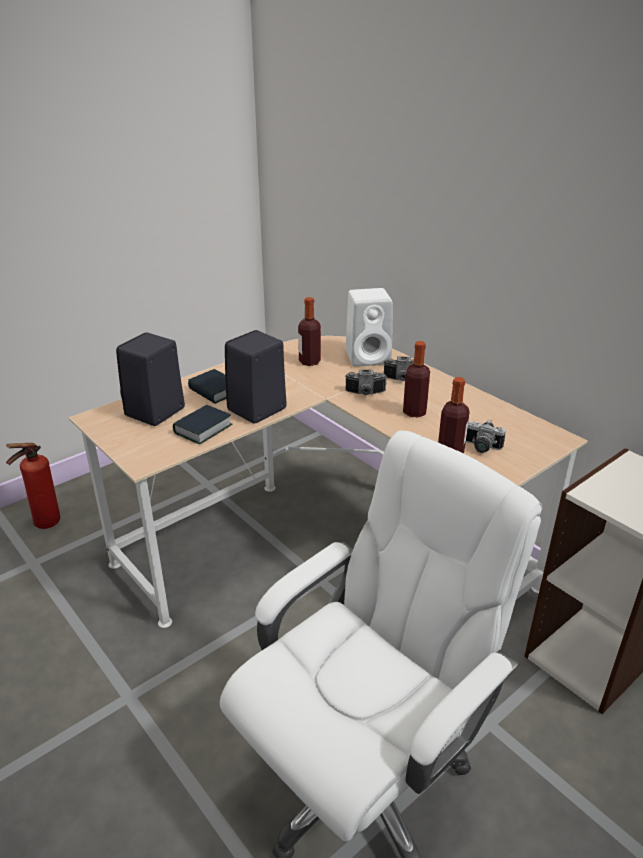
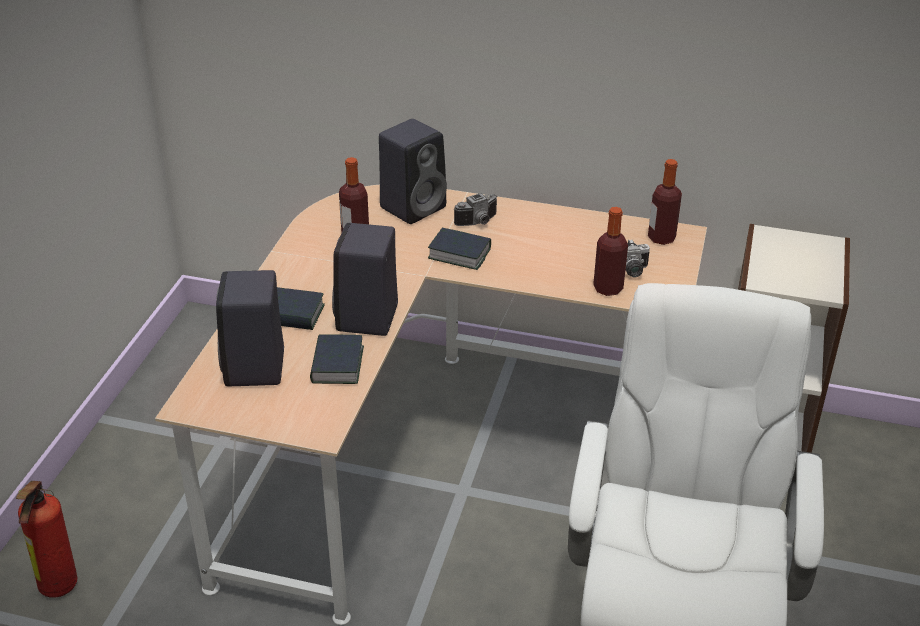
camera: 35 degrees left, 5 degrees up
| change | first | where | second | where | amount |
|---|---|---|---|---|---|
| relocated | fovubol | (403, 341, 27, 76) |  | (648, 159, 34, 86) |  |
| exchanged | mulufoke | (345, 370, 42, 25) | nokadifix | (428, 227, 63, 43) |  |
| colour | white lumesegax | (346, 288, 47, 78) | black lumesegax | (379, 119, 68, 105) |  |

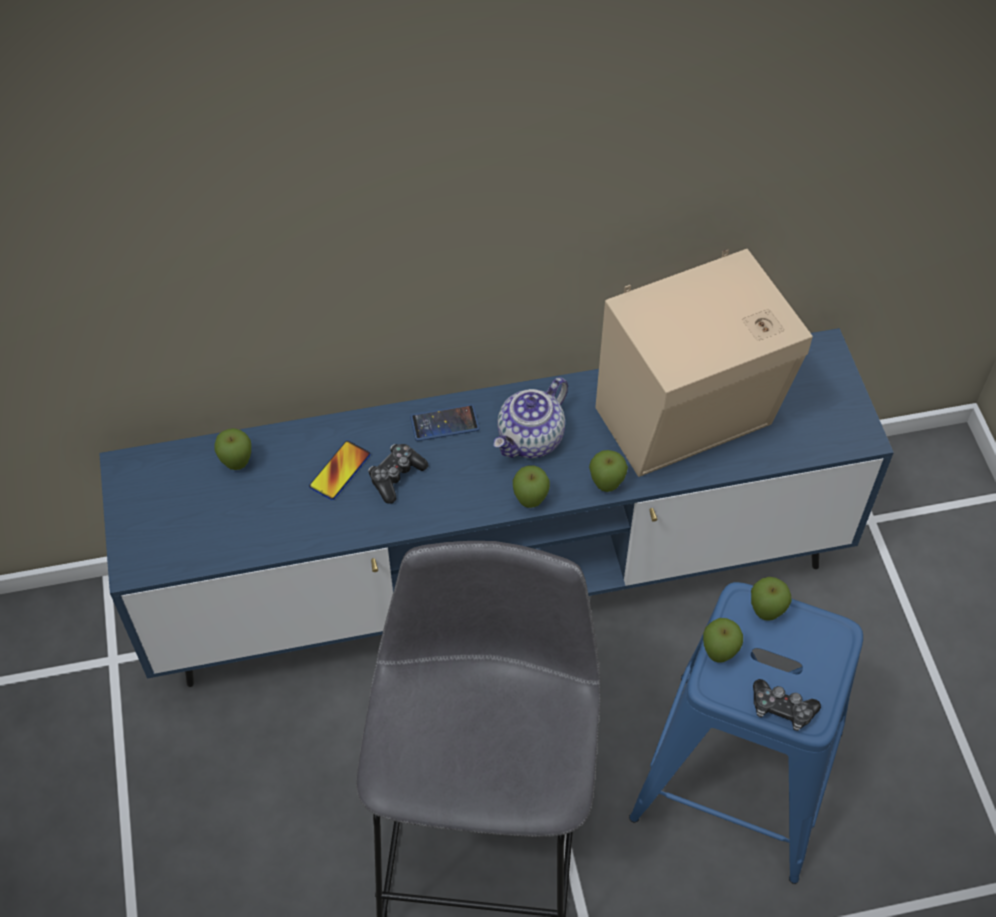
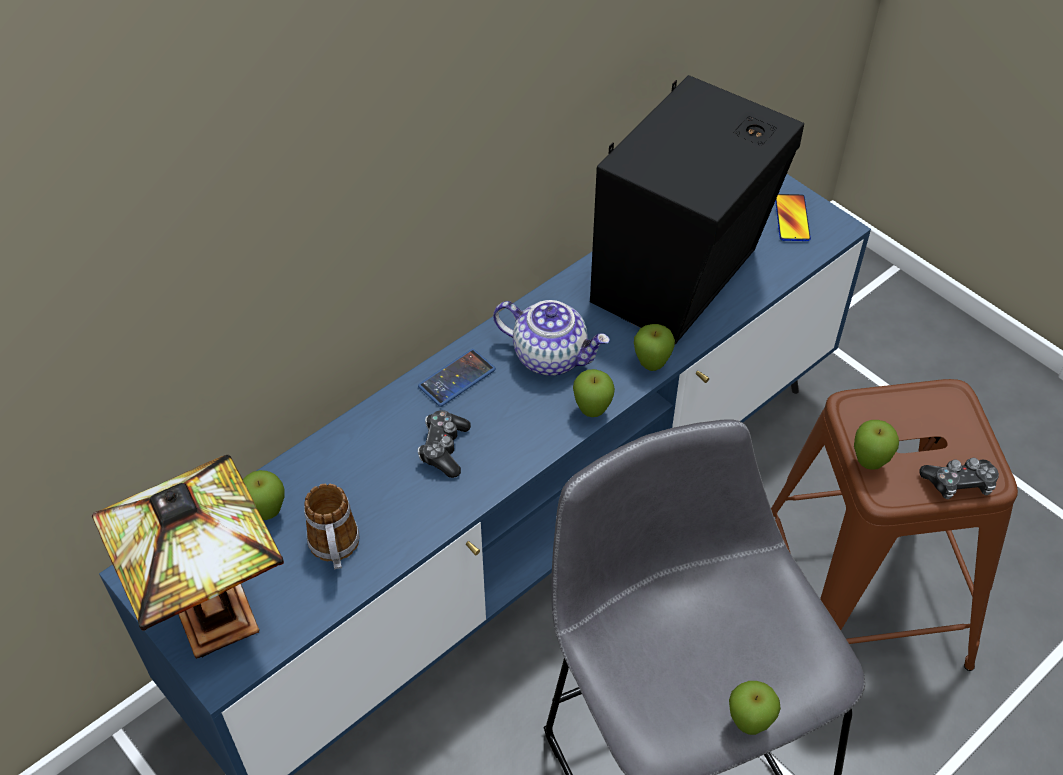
camera: 30 degrees left, 5 degrees down
| change | first | where | second | where | amount |
|---|---|---|---|---|---|
| appeared |  |  | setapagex | (92, 455, 192, 204) |  |
| appeared |  |  | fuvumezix | (304, 484, 55, 85) |  |
| relocated | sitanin | (309, 441, 61, 59) |  | (775, 194, 36, 47) |  |
| relocated | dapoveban | (751, 577, 41, 44) |  | (729, 681, 52, 54) |  |
| colour | beige lumesegax | (595, 249, 218, 228) | black lumesegax | (590, 75, 214, 269) |  |
| colour | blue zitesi | (629, 582, 234, 302) | brown zitesi | (771, 379, 247, 292) |  |
| spun | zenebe | (493, 377, 75, 81) |  | (493, 300, 117, 76) | 75 degrees counterclockwise |

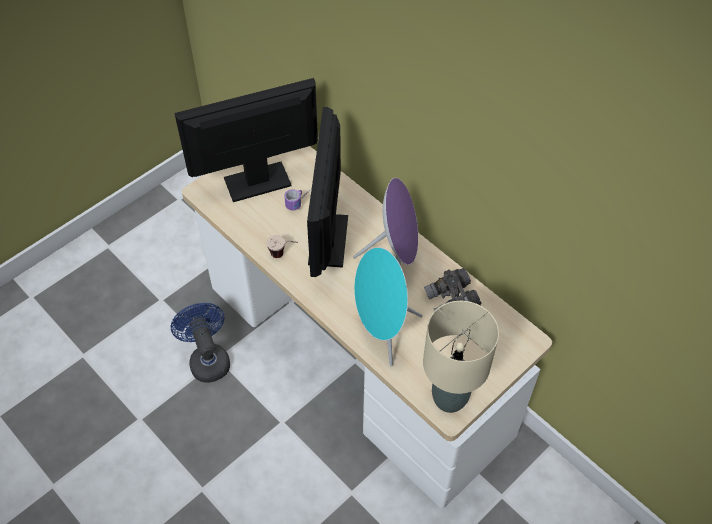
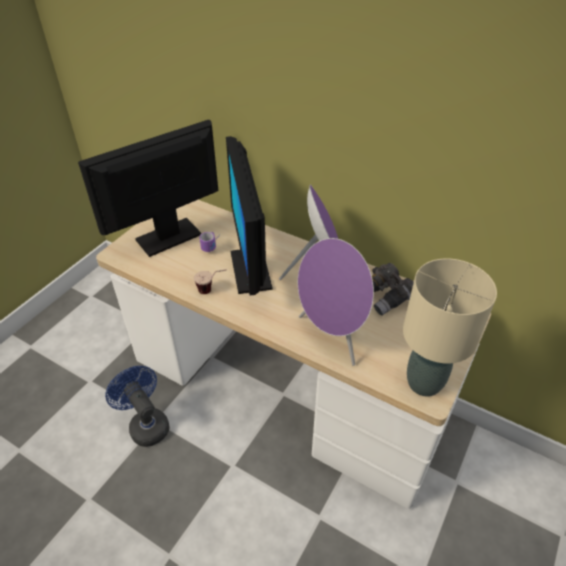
camera: 15 degrees left, 10 degrees down
| change | first | where | second | where | amount |
|---|---|---|---|---|---|
| colour | turquoise lumesegax | (354, 247, 69, 119) | purple lumesegax | (298, 238, 76, 128) |  |

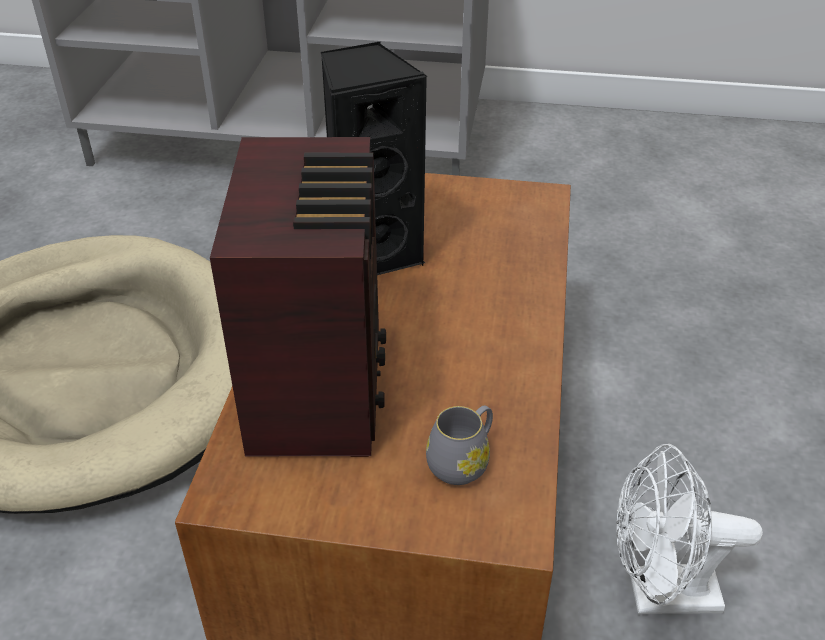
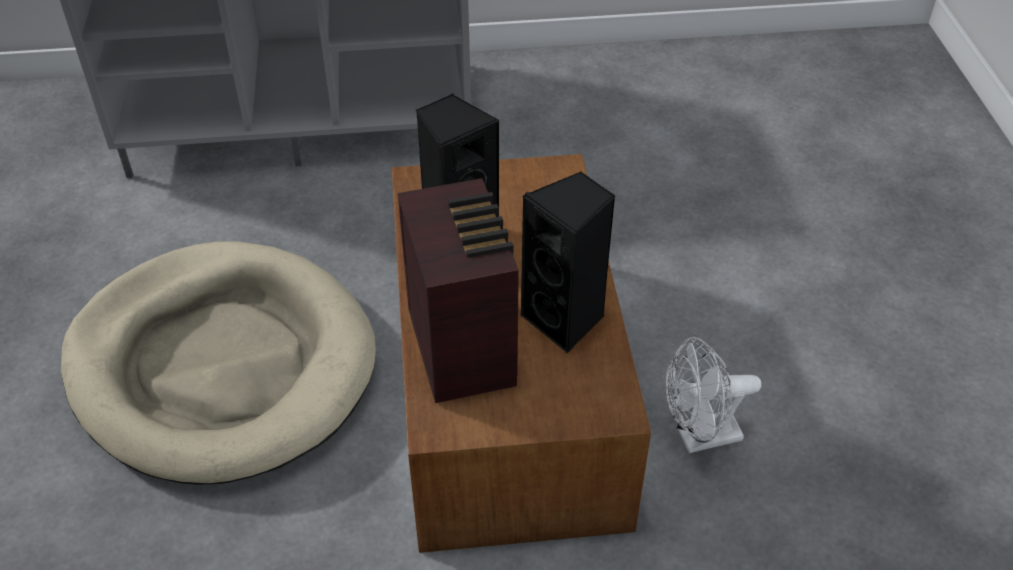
camera: 15 degrees left, 5 degrees up
| change | first | where | second | where | amount |
|---|---|---|---|---|---|
| missing | grey fuvumezix | (426, 406, 67, 79) |  |  |  |
| appeared |  |  | black lumesegax | (521, 171, 95, 182) |  |

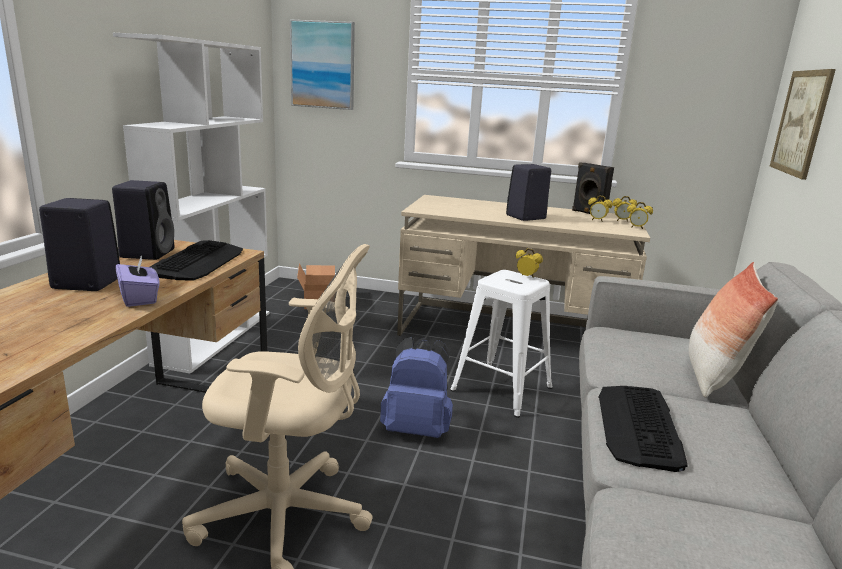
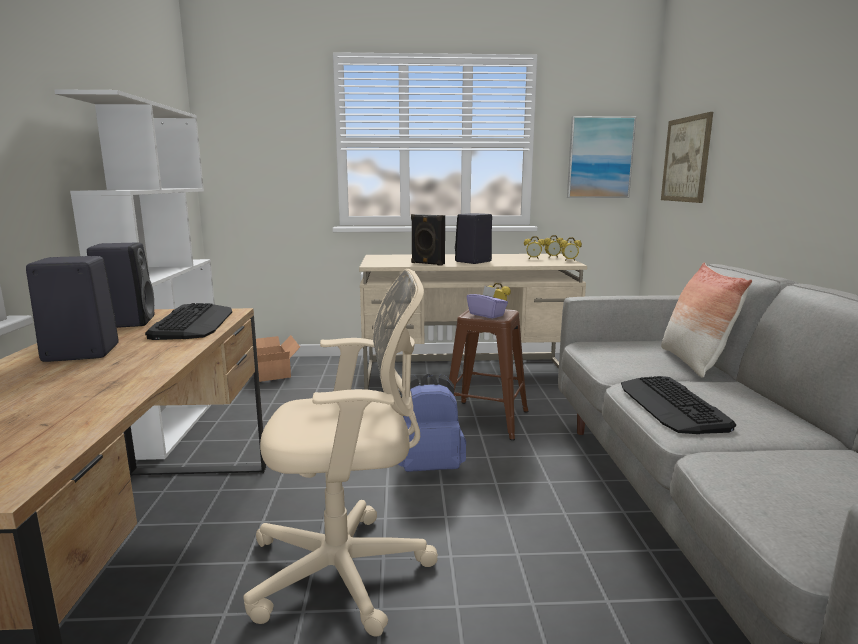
camera: 15 degrees left, 5 degrees down
| change | first | where | second | where | amount |
|---|---|---|---|---|---|
| relocated | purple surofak | (115, 256, 44, 51) |  | (467, 286, 41, 33) |  |
| relocated | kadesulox | (290, 19, 65, 91) |  | (567, 116, 69, 82) |  |
| relocated | black lumesegax | (572, 162, 42, 54) |  | (411, 214, 34, 52) |  |
| colour | white zitesi | (450, 270, 103, 148) | brown zitesi | (449, 309, 80, 132) |  |

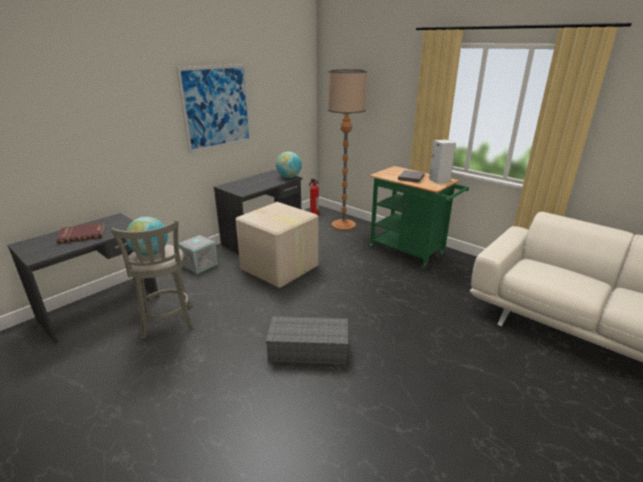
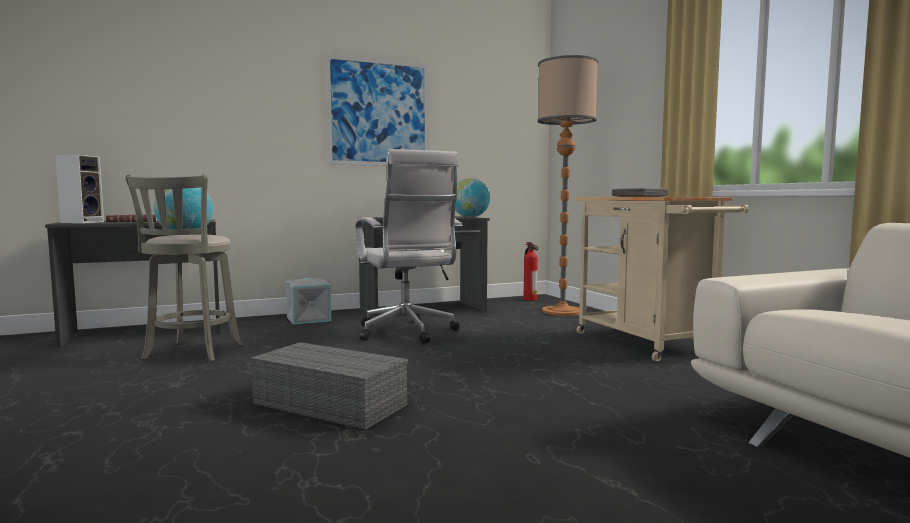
camera: 25 degrees right, 20 degrees down
| change | first | where | second | where | amount |
|---|---|---|---|---|---|
| relocated | lumesegax | (429, 139, 27, 45) |  | (55, 154, 49, 69) |  |
| exchanged | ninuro | (235, 202, 83, 86) | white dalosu | (355, 149, 107, 195) |  |
| colour | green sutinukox | (369, 166, 100, 103) | beige sutinukox | (575, 197, 174, 165) |  |

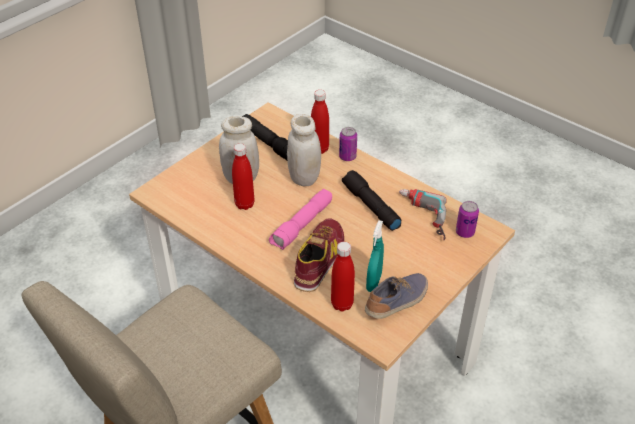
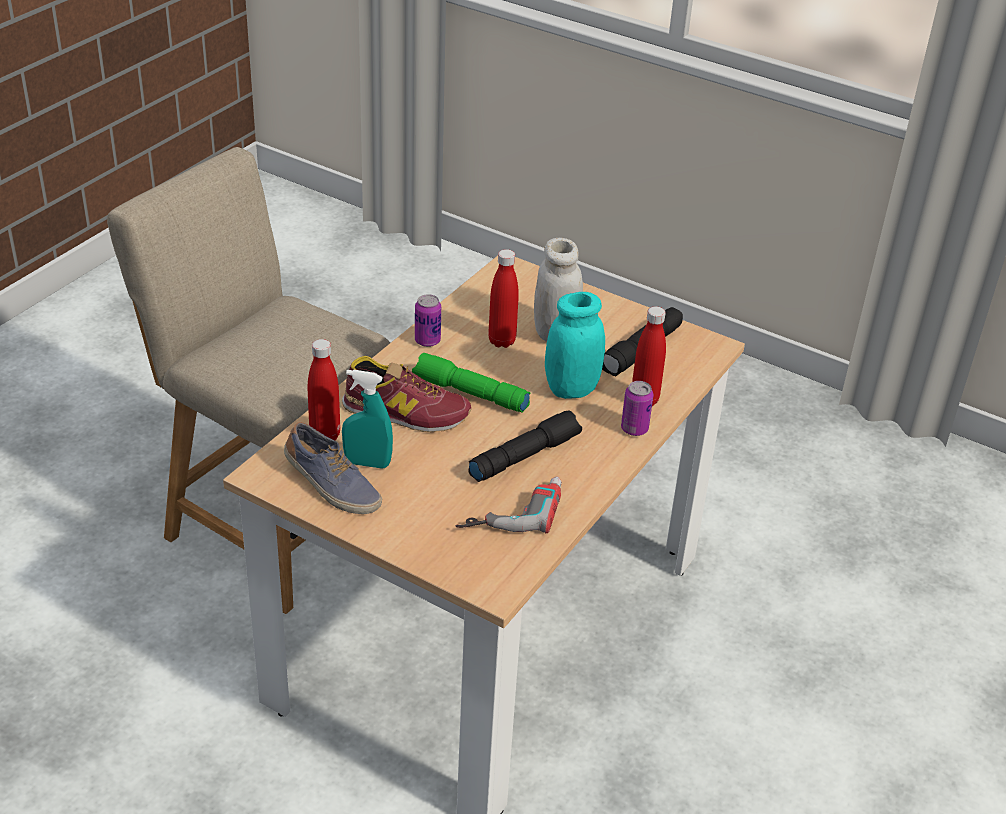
camera: 80 degrees right, 5 degrees down
| change | first | where | second | where | amount |
|---|---|---|---|---|---|
| relocated | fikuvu | (456, 201, 23, 37) |  | (415, 294, 26, 53) |  |
| colour | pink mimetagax | (269, 189, 63, 61) | green mimetagax | (412, 353, 118, 60) |  |
| colour | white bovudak | (287, 114, 34, 72) | turquoise bovudak | (545, 292, 60, 107) |  |

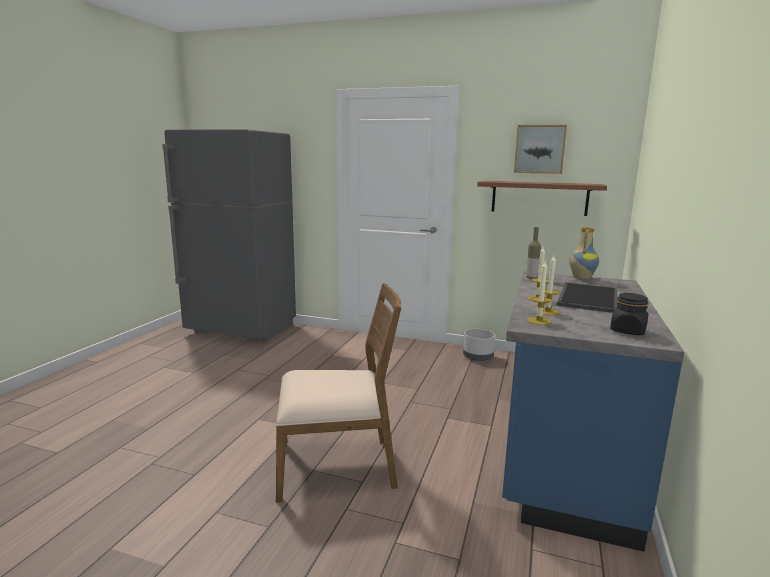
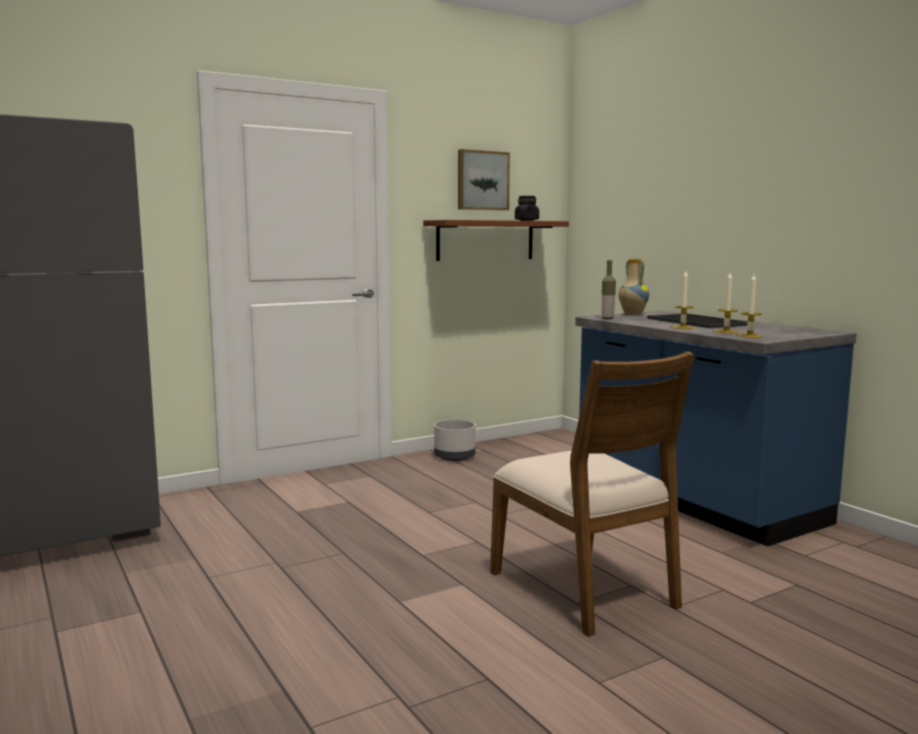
camera: 50 degrees left, 5 degrees down
| change | first | where | second | where | amount |
|---|---|---|---|---|---|
| relocated | black bovudak | (610, 293, 38, 42) |  | (515, 196, 24, 25) |  |
| spun | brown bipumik | (276, 283, 125, 220) |  | (490, 351, 204, 286) | 120 degrees clockwise |

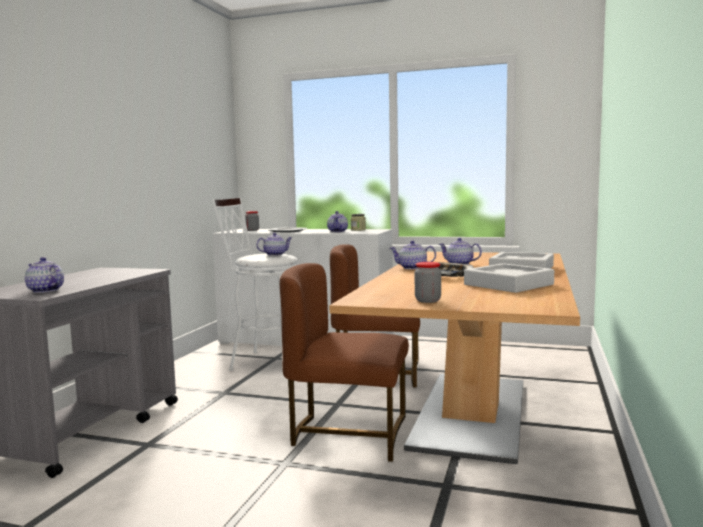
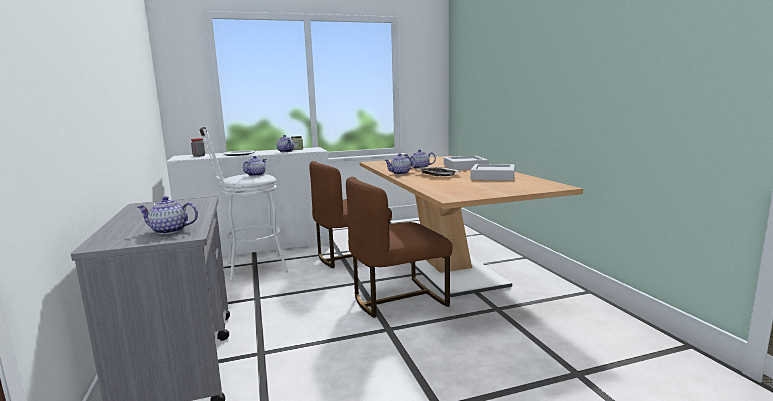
camera: 35 degrees left, 5 degrees up
| change | first | where | second | where | amount |
|---|---|---|---|---|---|
| missing | bovudak | (415, 262, 26, 41) |  |  |  |

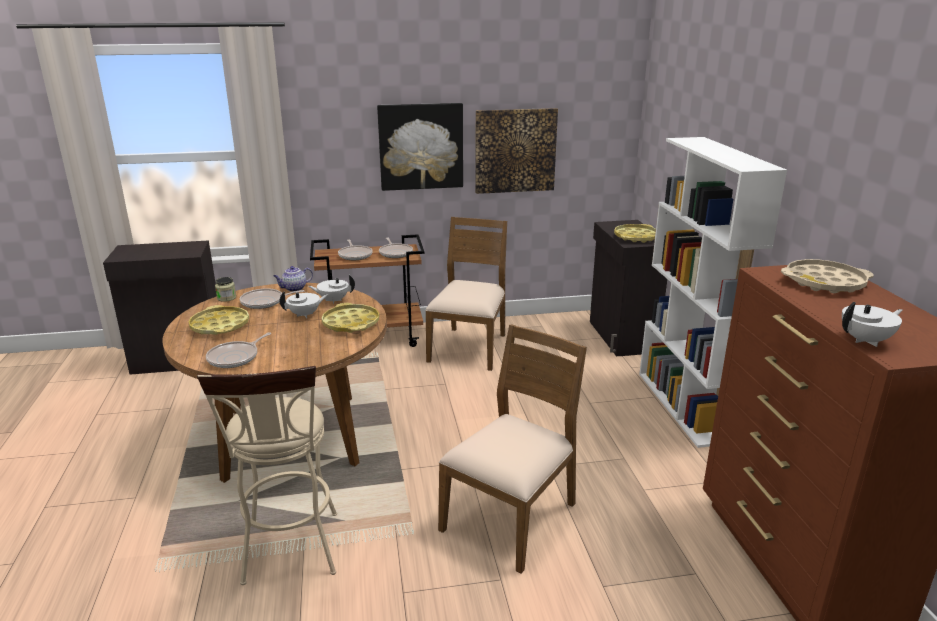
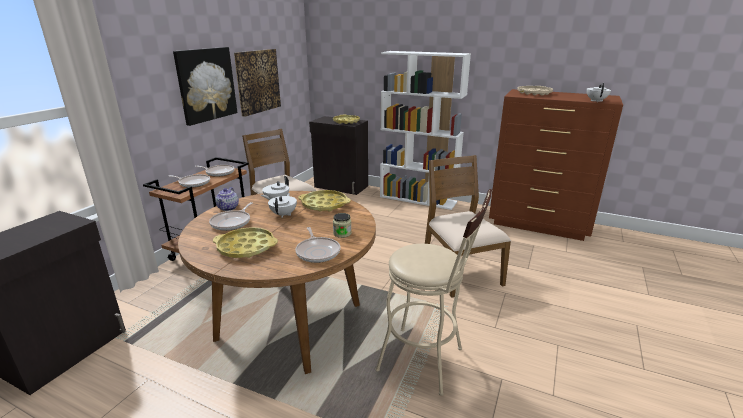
camera: 55 degrees left, 0 degrees up
| change | first | where | second | where | amount |
|---|---|---|---|---|---|
| relocated | bovudak | (215, 277, 21, 25) |  | (333, 213, 19, 25) |  |

